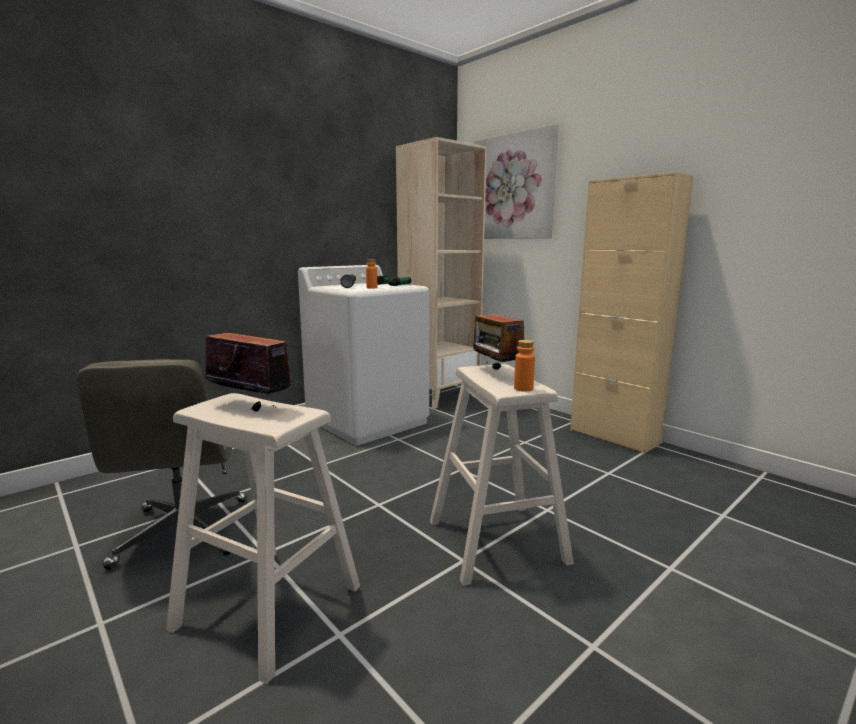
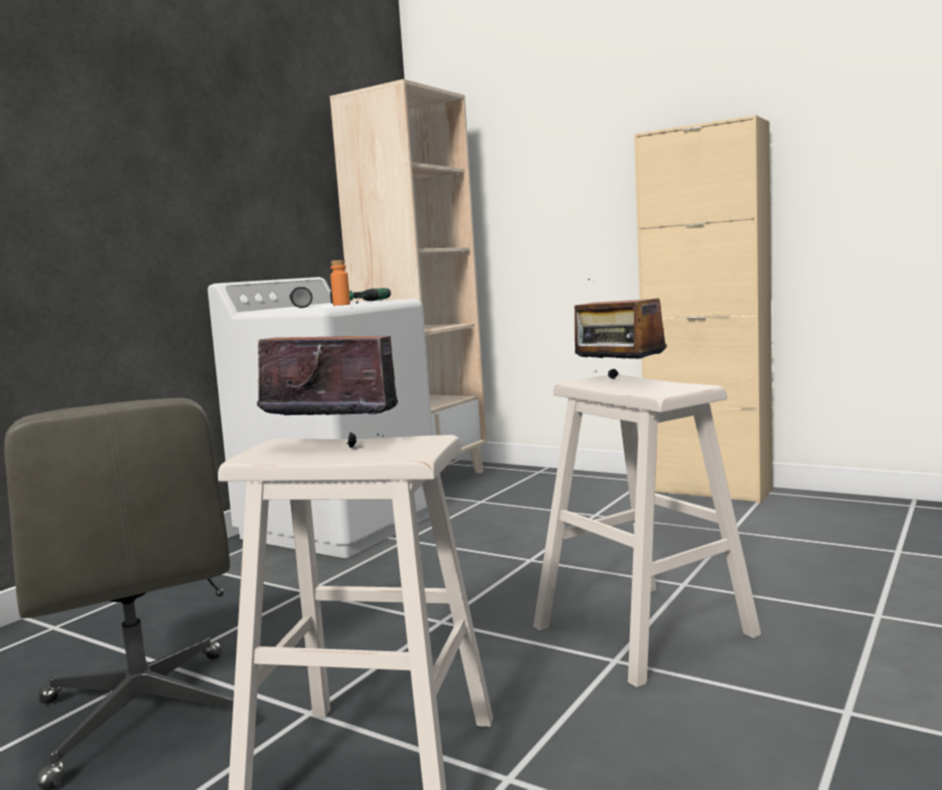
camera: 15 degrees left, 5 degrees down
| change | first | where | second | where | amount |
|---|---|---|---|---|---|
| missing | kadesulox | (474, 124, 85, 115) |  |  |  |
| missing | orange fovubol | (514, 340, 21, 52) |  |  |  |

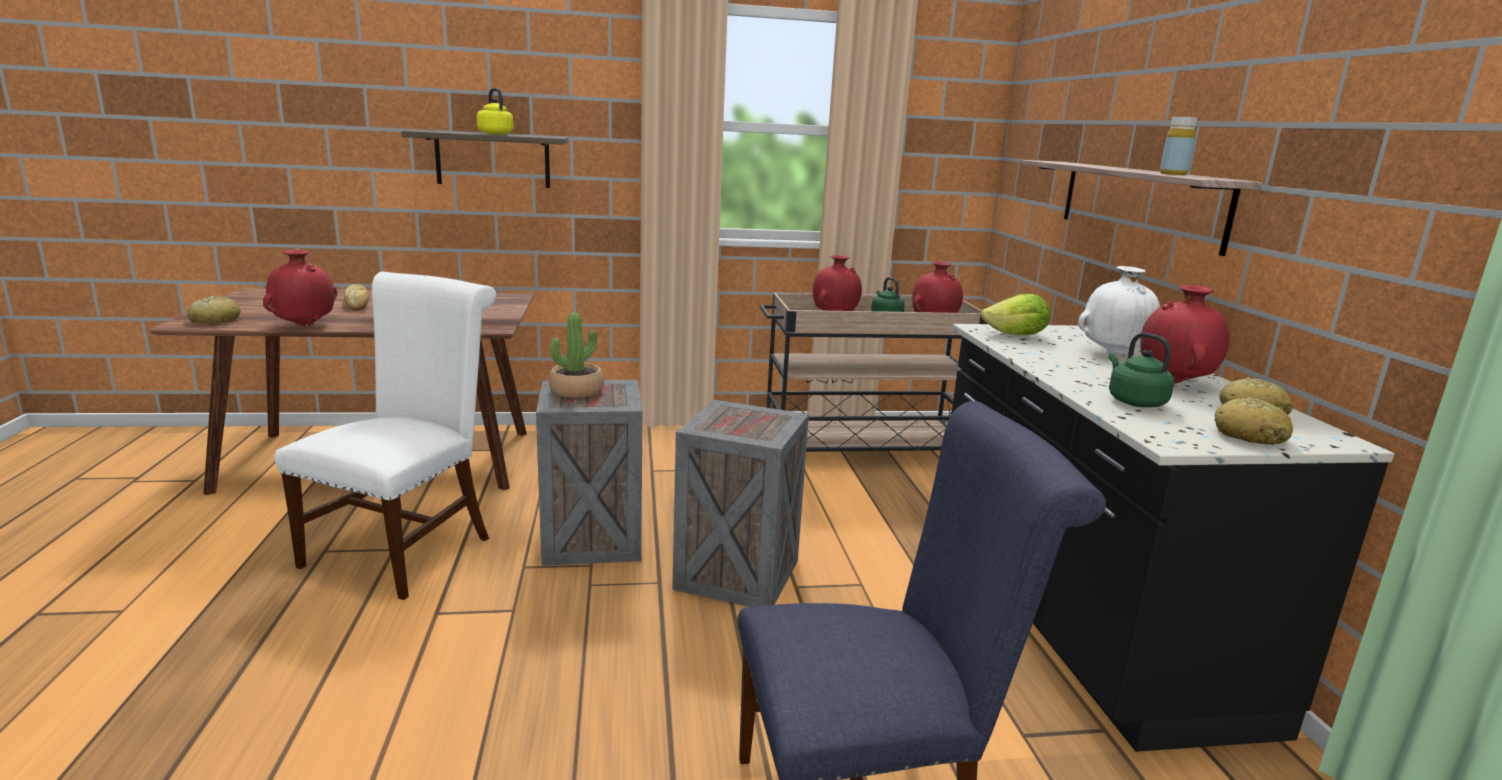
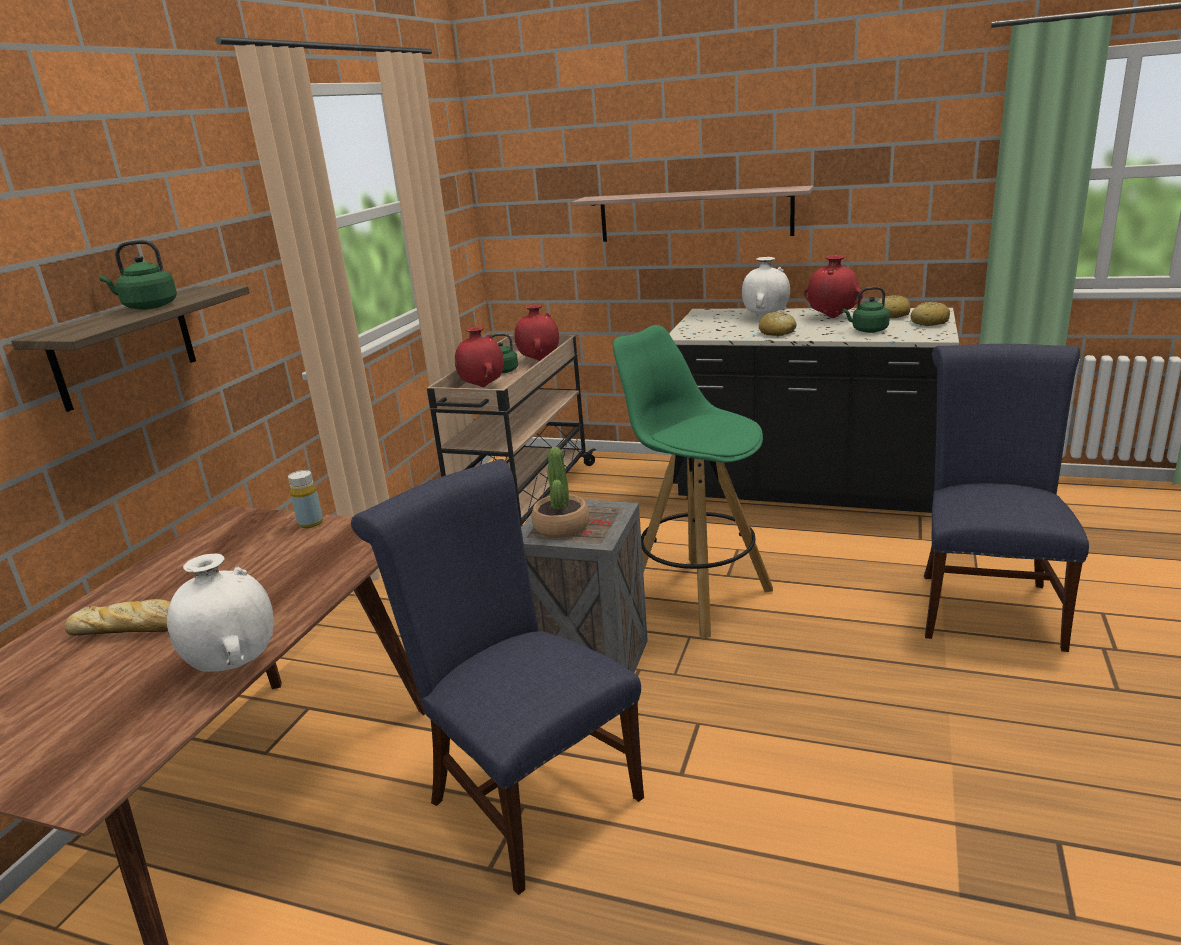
camera: 60 degrees left, 5 degrees up
| change | first | where | second | where | amount |
|---|---|---|---|---|---|
| missing | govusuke | (981, 294, 70, 41) |  |  |  |
| relocated | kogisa | (187, 295, 53, 29) |  | (759, 311, 38, 25) |  |
| relocated | yellow fovubol | (1160, 117, 37, 58) |  | (288, 470, 35, 58) |  |
| exchanged | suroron | (672, 400, 137, 207) | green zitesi | (613, 325, 160, 314) |  |
| colour | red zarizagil | (263, 250, 74, 76) | white zarizagil | (167, 554, 107, 118) |  |
| colour | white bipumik | (274, 272, 222, 328) | blue bipumik | (351, 459, 293, 436) |  |
| colour | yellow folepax | (477, 88, 36, 47) | green folepax | (98, 240, 79, 70) |  |

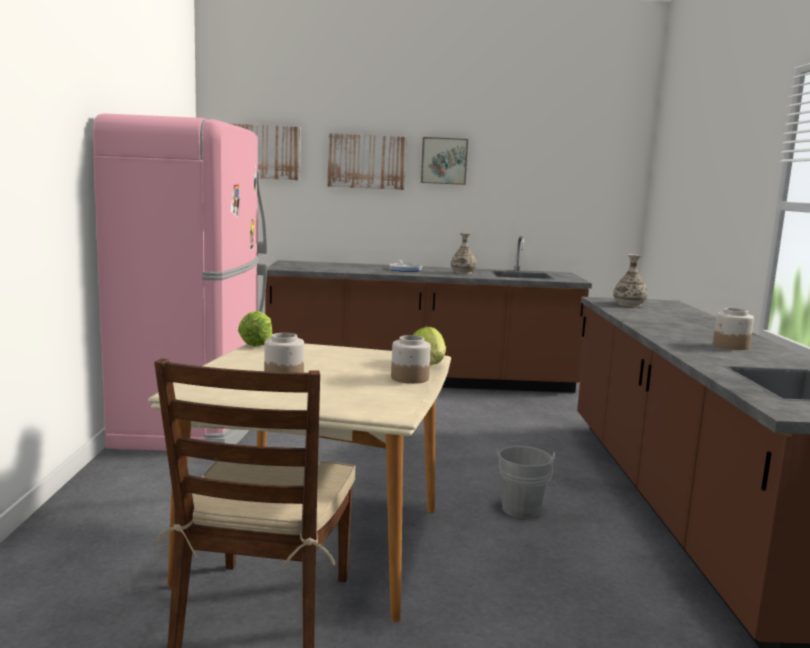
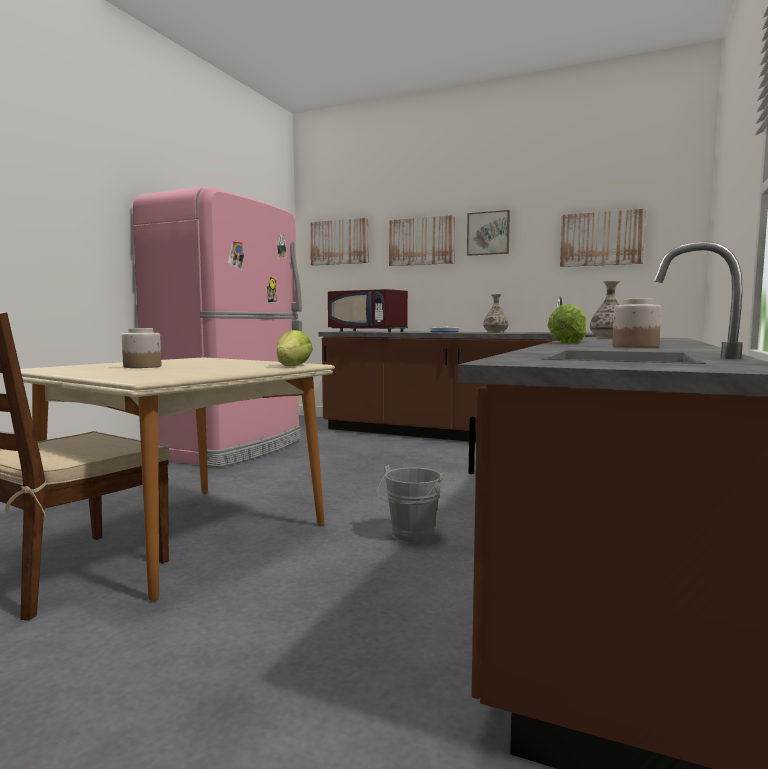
camera: 25 degrees right, 5 degrees down
| change | first | where | second | where | amount |
|---|---|---|---|---|---|
| missing | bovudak | (391, 335, 40, 49) |  |  |  |
| appeared |  |  | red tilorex | (328, 289, 80, 43) |  |
| appeared |  |  | kadesulox | (560, 209, 86, 58) |  |
| relocated | govusuke | (238, 311, 34, 35) |  | (548, 304, 39, 40) |  |

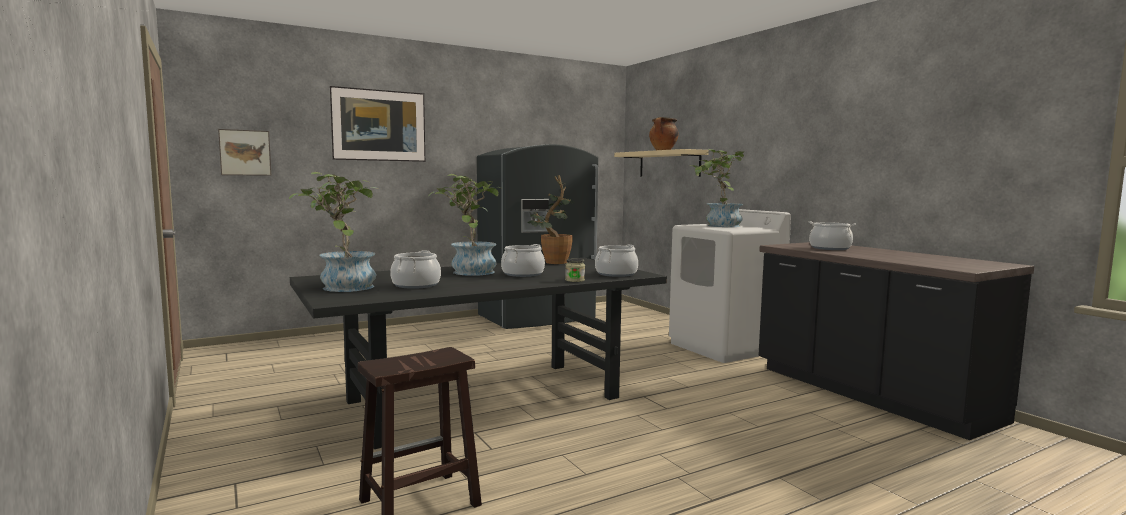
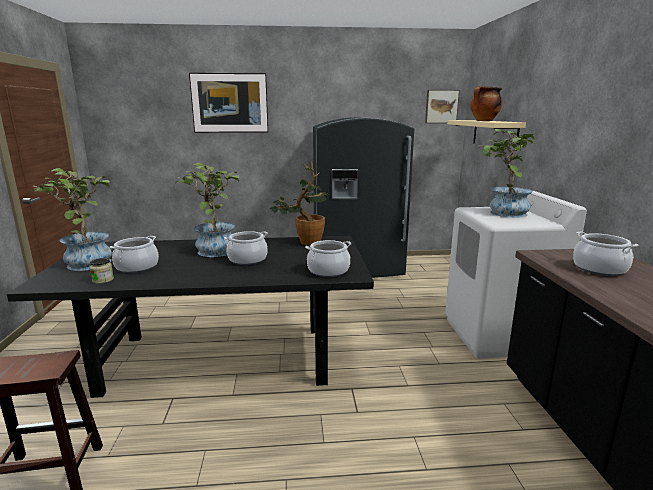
camera: 25 degrees right, 10 degrees up
| change | first | where | second | where | amount |
|---|---|---|---|---|---|
| relocated | kadesulox | (218, 129, 54, 47) |  | (425, 90, 35, 33) |  |
| relocated | bovudak | (565, 259, 20, 23) |  | (90, 258, 24, 26) |  |

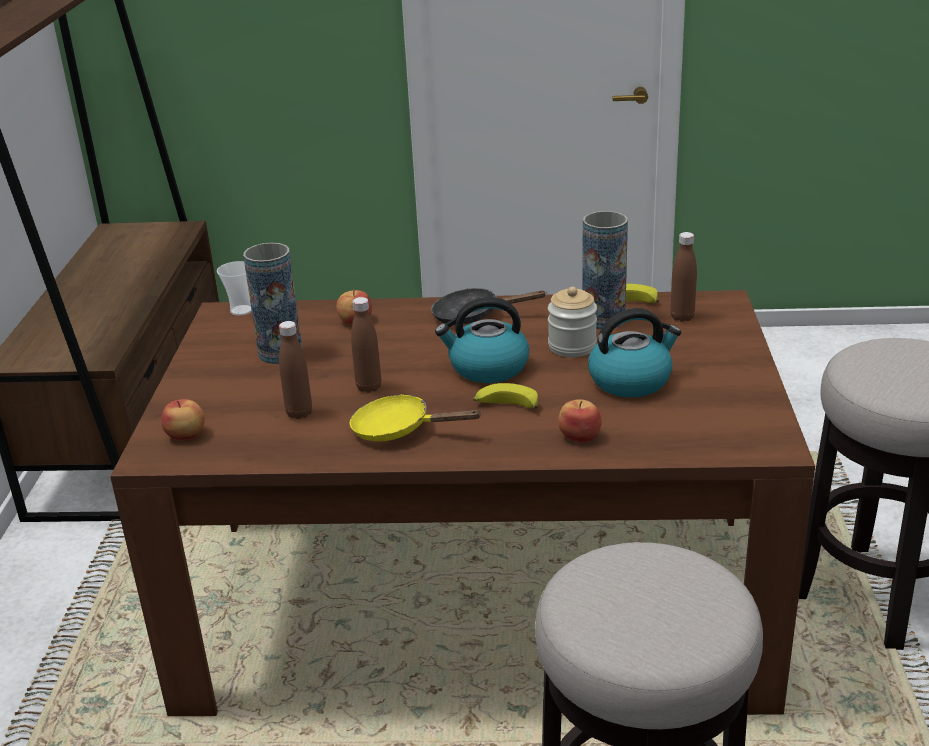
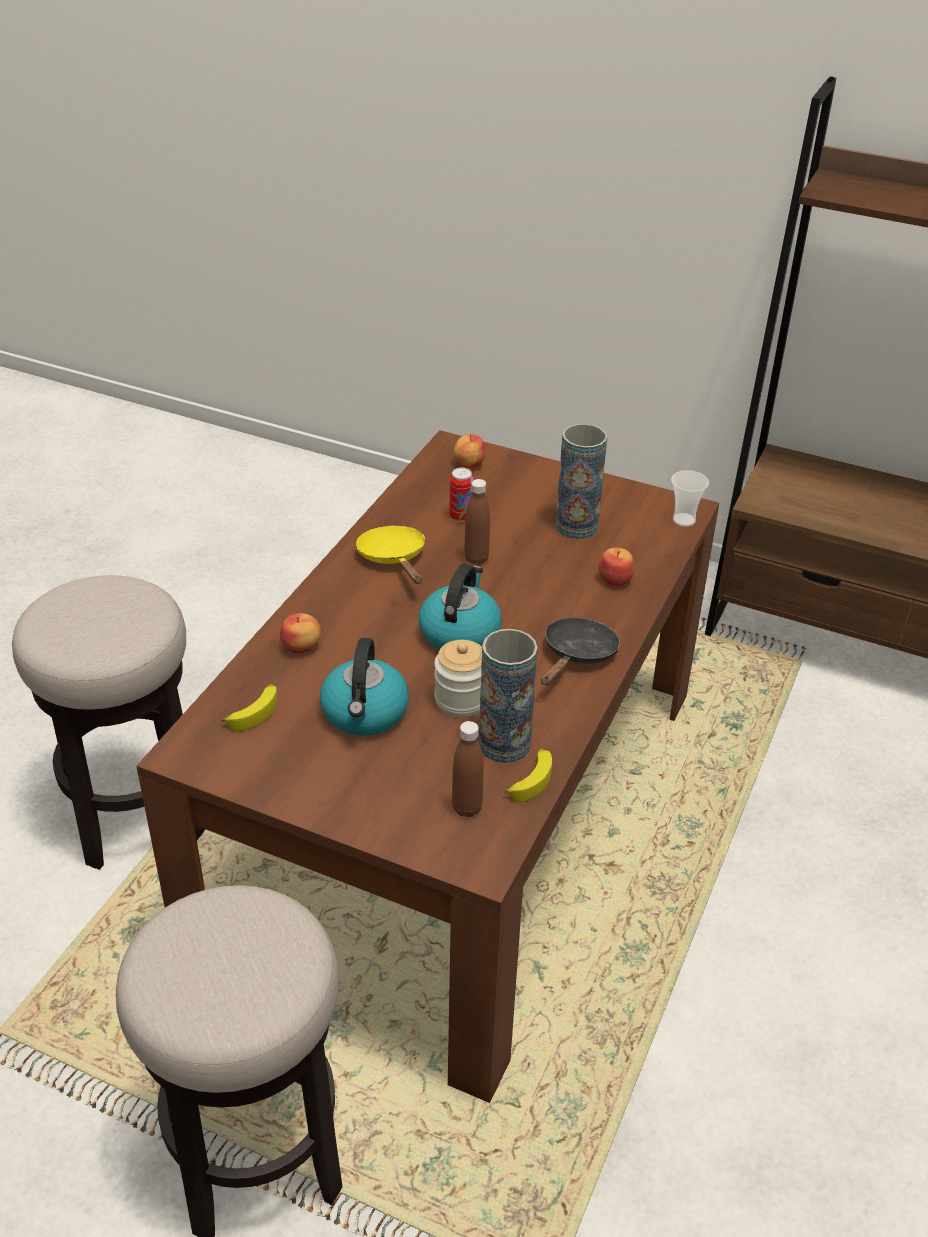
camera: 110 degrees right, 10 degrees up
| change | first | where | second | where | amount |
|---|---|---|---|---|---|
| relocated | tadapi | (473, 383, 65, 26) |  | (221, 684, 56, 48) |  |
| exchanged | brown fovubol | (279, 321, 33, 98) | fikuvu | (449, 467, 24, 55) |  |
| spun | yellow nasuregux | (350, 394, 132, 47) |  | (356, 525, 69, 59) | 60 degrees counterclockwise |

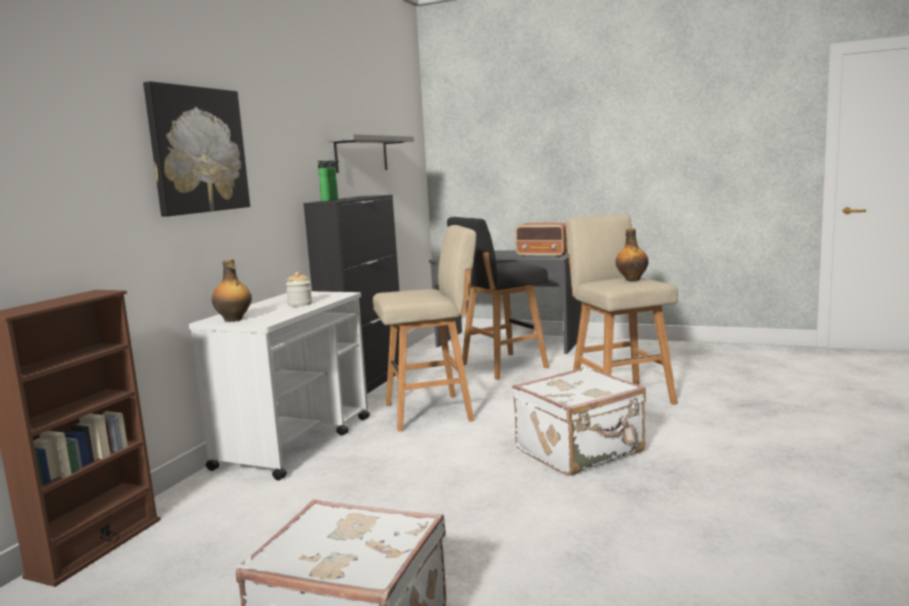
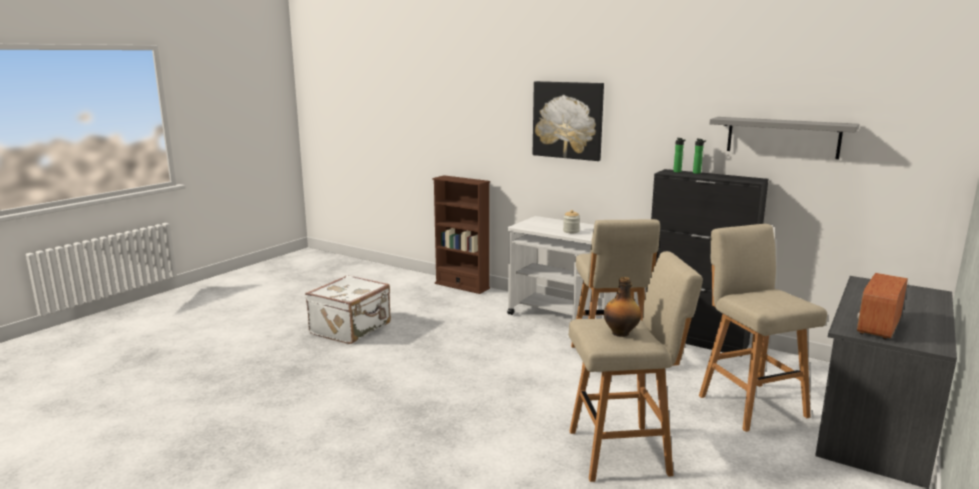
camera: 100 degrees right, 5 degrees up
| change | first | where | second | where | amount |
|---|---|---|---|---|---|
| missing | fovubol | (212, 259, 40, 63) |  |  |  |
| missing | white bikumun | (512, 367, 134, 109) |  |  |  |
| colour | black zitesi | (447, 217, 102, 163) | beige zitesi | (699, 224, 128, 208) |  |

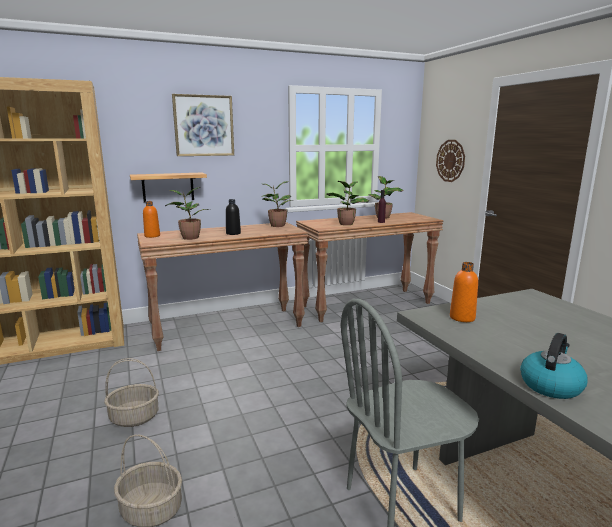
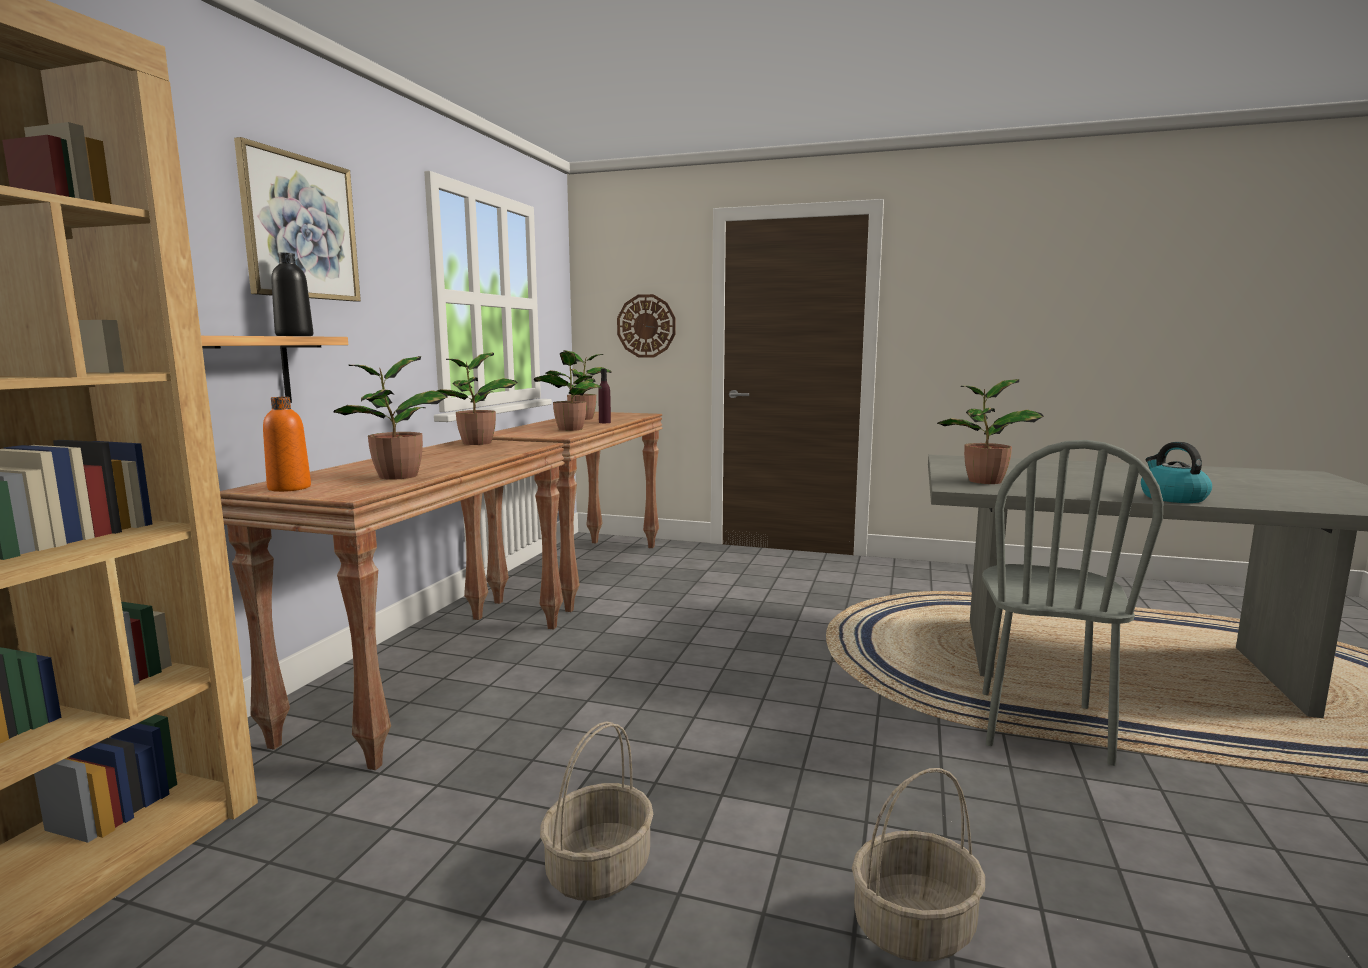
camera: 50 degrees left, 5 degrees down
| change | first | where | second | where | amount |
|---|---|---|---|---|---|
| relocated | black fovubol | (226, 199, 15, 36) |  | (271, 253, 42, 83) |  |
| exchanged | orange fovubol | (450, 262, 28, 60) | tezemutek | (937, 379, 107, 105) |  |

